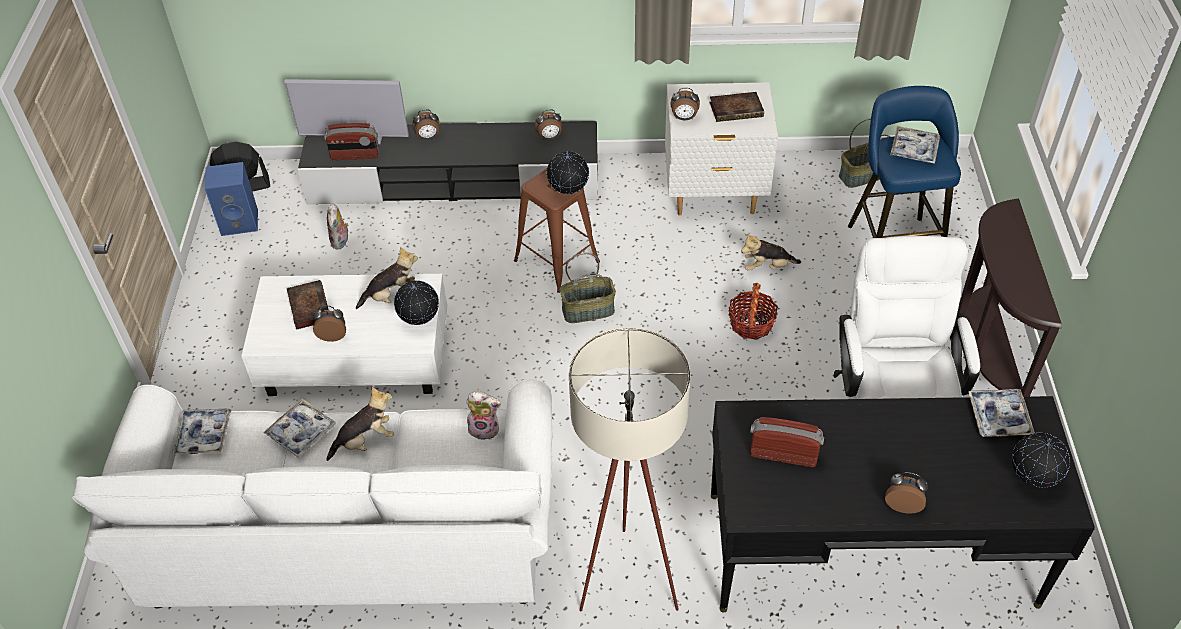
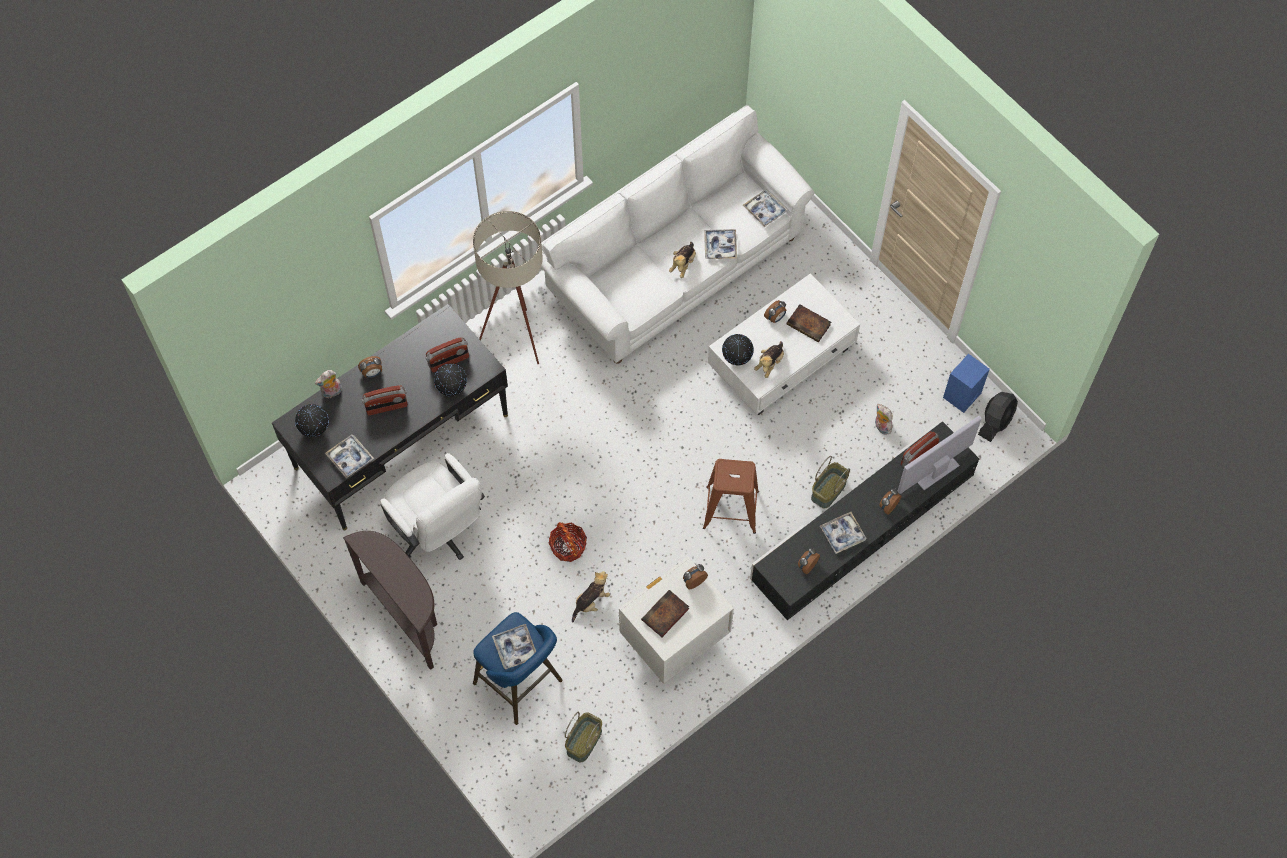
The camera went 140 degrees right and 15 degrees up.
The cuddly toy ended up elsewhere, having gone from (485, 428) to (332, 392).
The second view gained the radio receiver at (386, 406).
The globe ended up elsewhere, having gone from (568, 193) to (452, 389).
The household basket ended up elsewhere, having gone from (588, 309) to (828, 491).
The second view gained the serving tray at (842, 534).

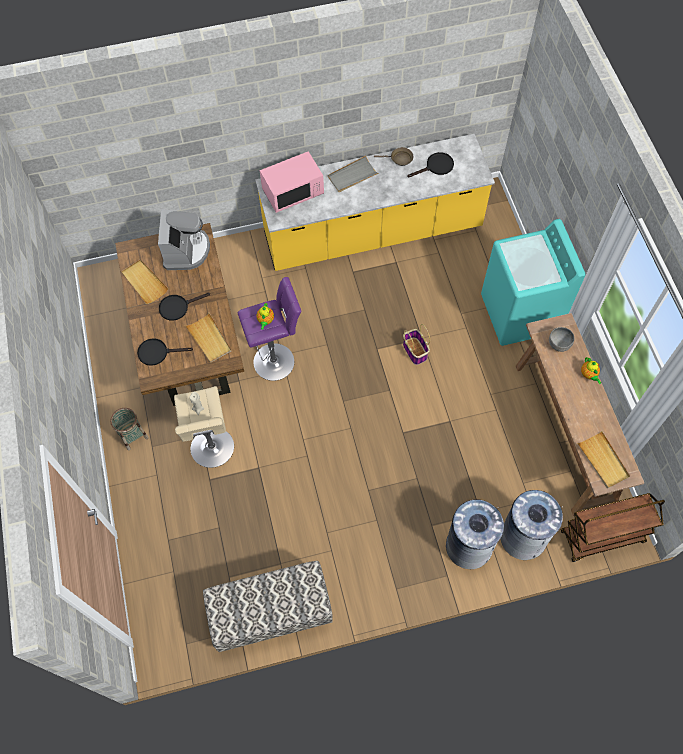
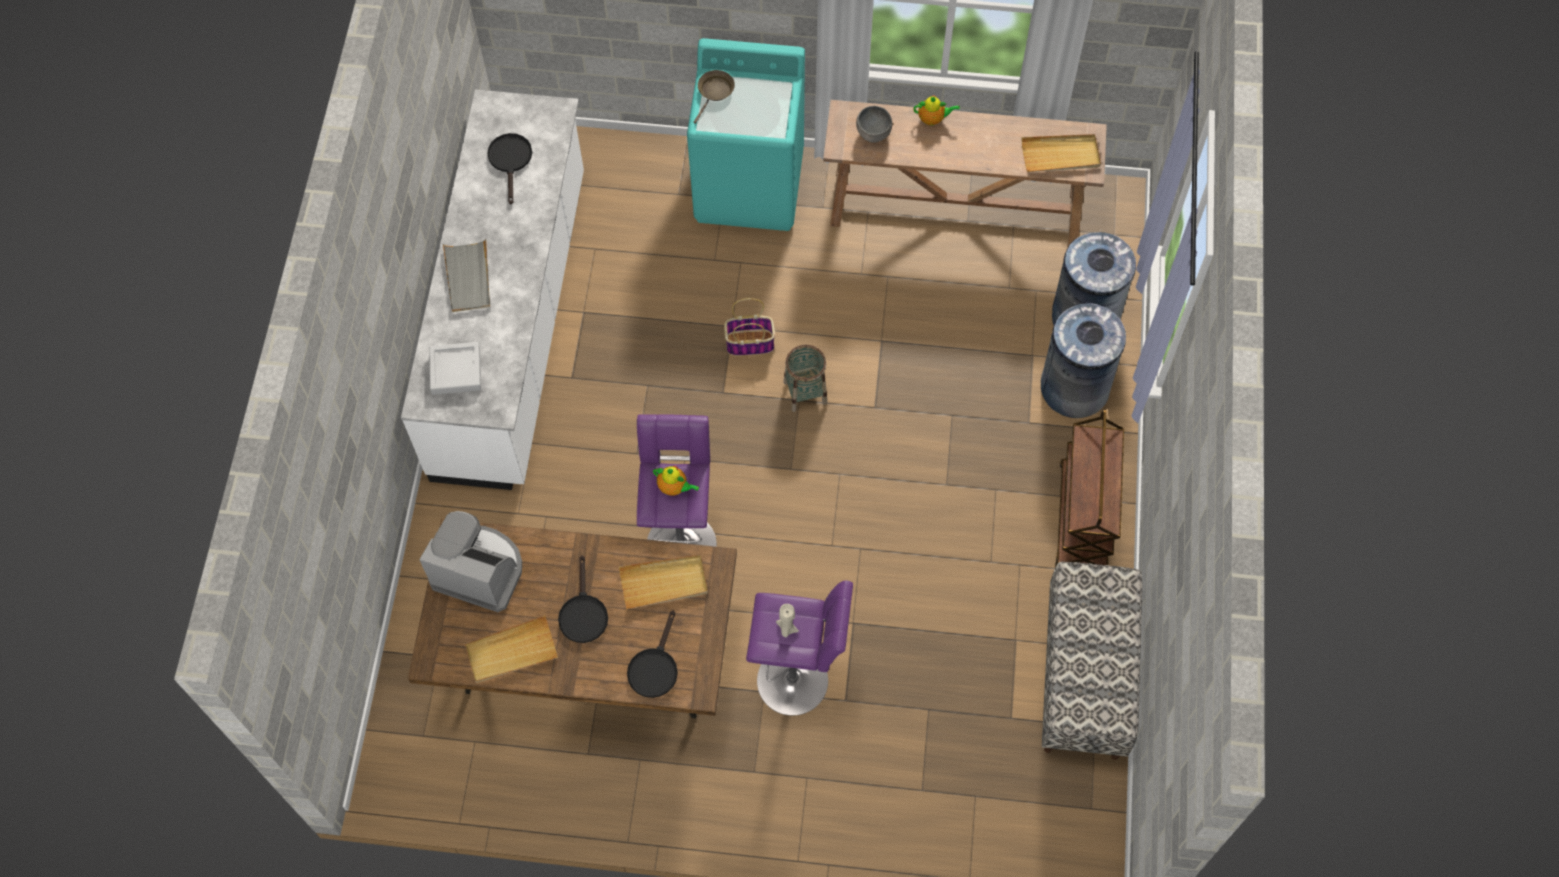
The camera went 70 degrees left and 0 degrees up.
What was the yellow-coloured kitchen base unit at (372, 232) turned into the whitish kitchen base unit at (513, 324).
Where the pink microwave stood at (293, 192), the greyish serving tray came to stand at (456, 371).
The brown-coloured skillet ended up elsewhere, having gone from (399, 159) to (714, 92).
What was the sand-coloured stool at (213, 450) turned into the purple stool at (798, 681).
The household basket ended up elsewhere, having gone from (132, 435) to (805, 392).
The brown-coloured trolley ended up elsewhere, having gone from (601, 537) to (1083, 519).

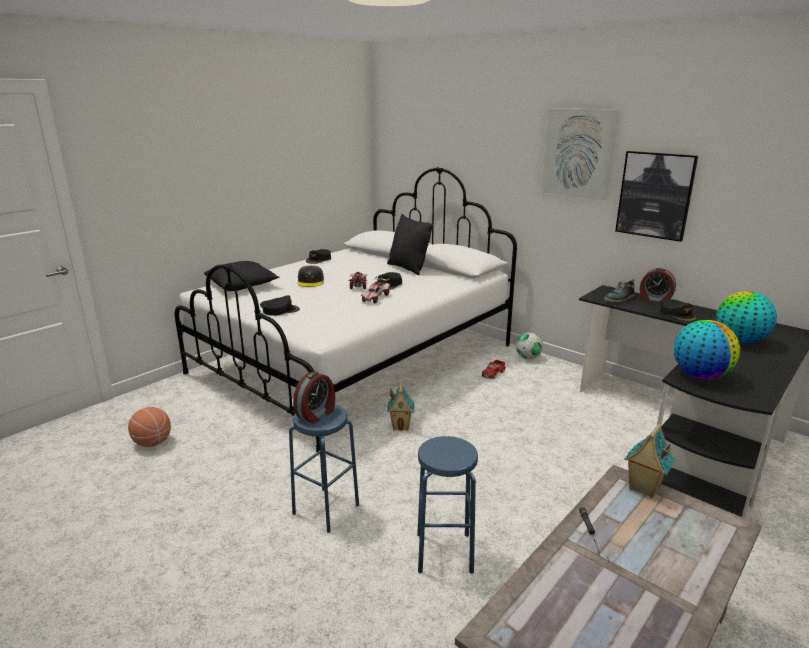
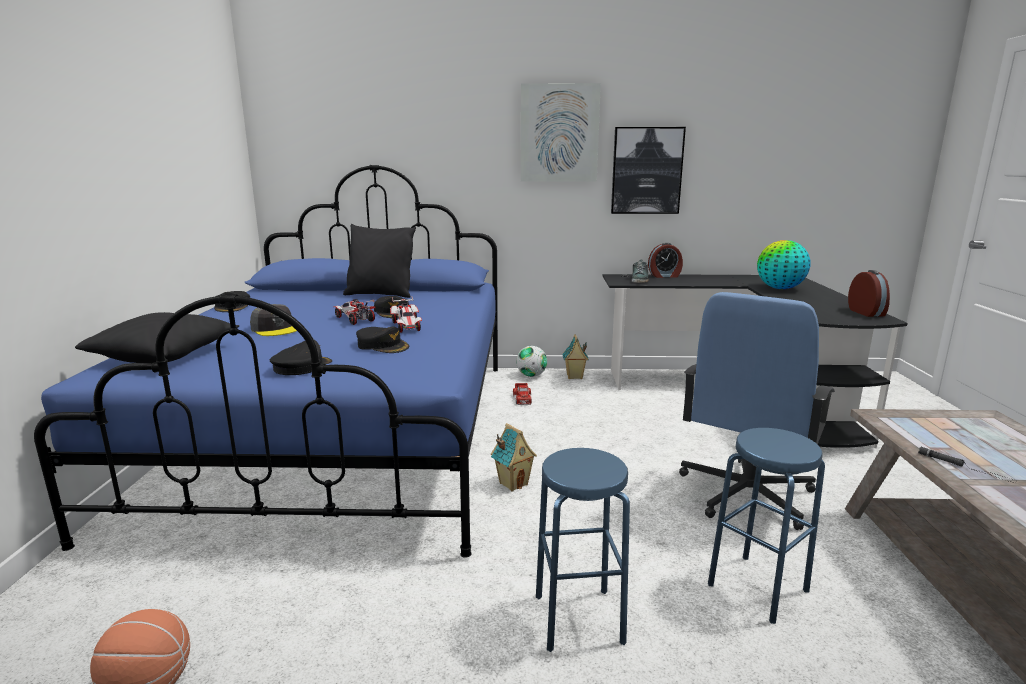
The camera went 40 degrees left and 5 degrees down.
What was the whitish bed at (355, 359) turned into the blue bed at (346, 434).
The black cap ended up elsewhere, having gone from (677, 314) to (383, 346).
The model house ended up elsewhere, having gone from (643, 488) to (574, 377).
The second view gained the blue desk chair at (745, 494).
The bedside clock ended up elsewhere, having gone from (317, 414) to (867, 313).
The second view lost the globe at (700, 375).

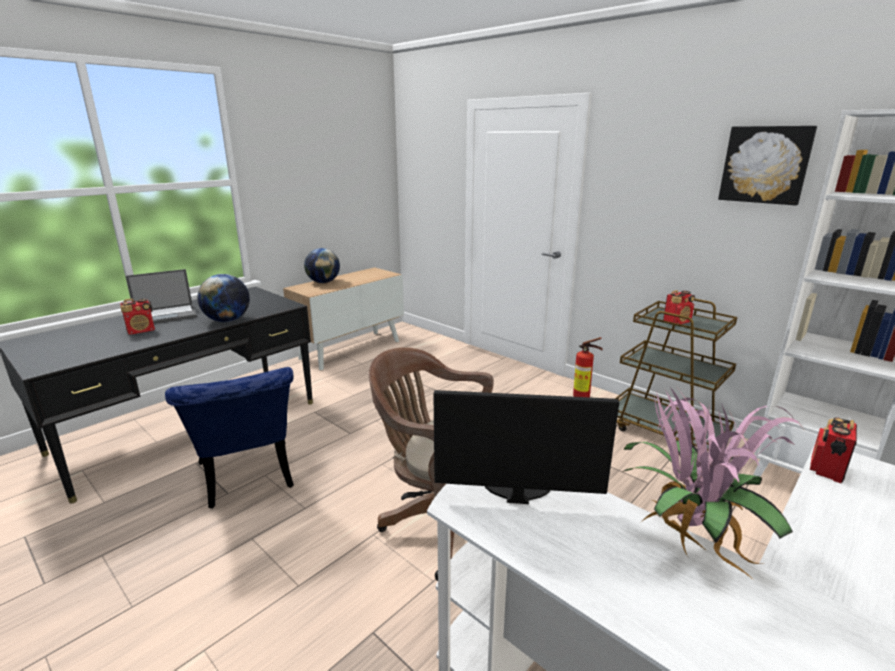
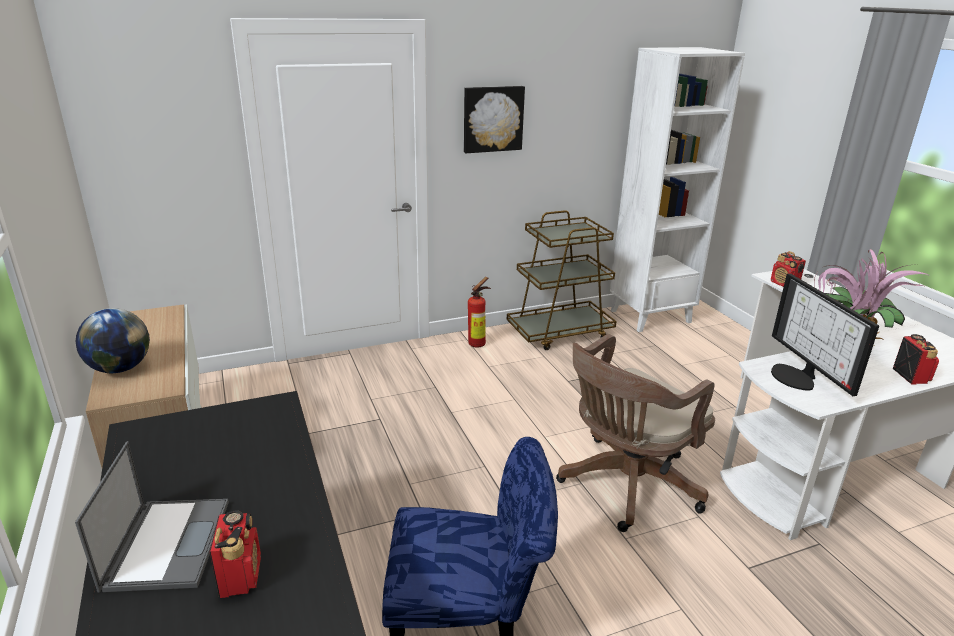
The camera went 65 degrees left and 5 degrees up.
The wall picture ended up elsewhere, having gone from (765, 165) to (492, 119).
The computer screen at (516, 490) ended up facing another way, 45 degrees counterclockwise from before.
The radio receiver ended up elsewhere, having gone from (677, 322) to (910, 376).
The second view lost the globe at (227, 320).

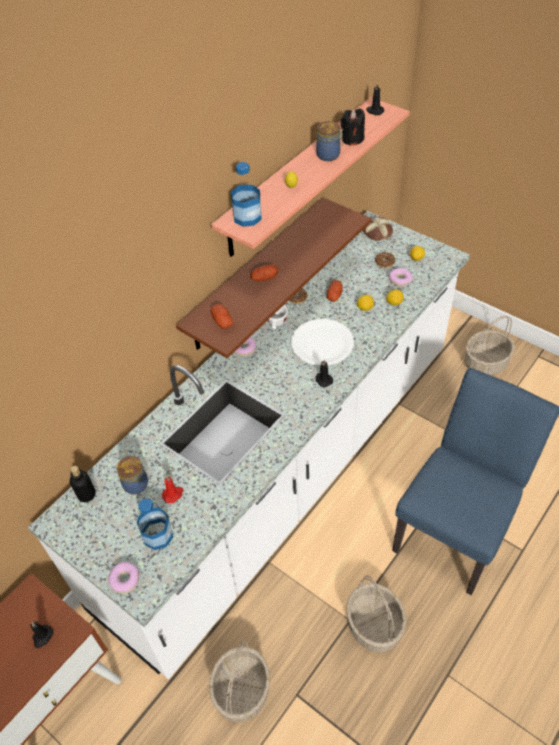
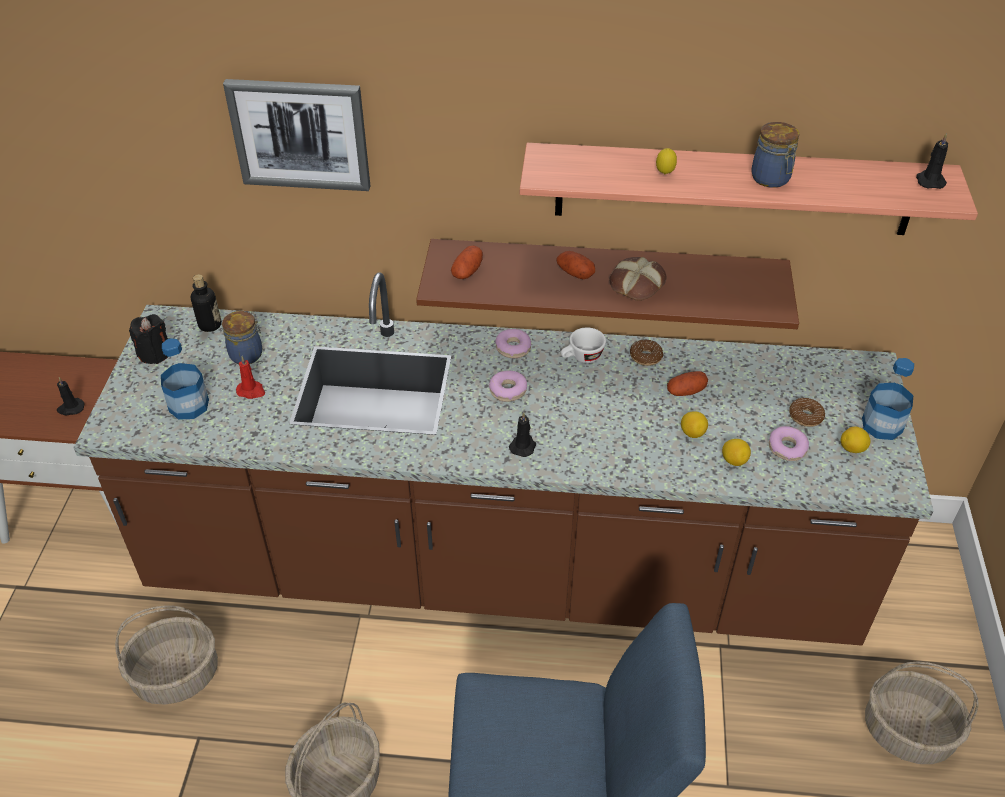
The camera went 55 degrees right and 5 degrees down.
What was the whitish kitchen base unit at (285, 471) turned into the brown-coloured kitchen base unit at (502, 566).
The black wax candle ended up elsewhere, having gone from (352, 139) to (154, 353).
The second view gained the wall picture at (300, 134).
The donut ended up elsewhere, having gone from (125, 579) to (508, 390).
The bakery bread ended up elsewhere, having gone from (377, 232) to (636, 284).
The bottle ended up elsewhere, having gone from (247, 217) to (882, 425).
The second view lost the whitish plate at (322, 343).

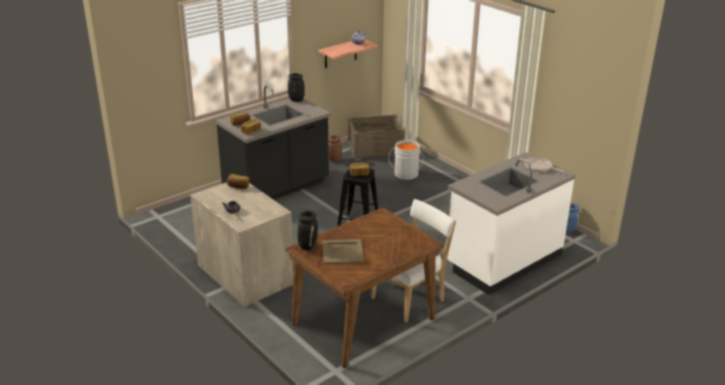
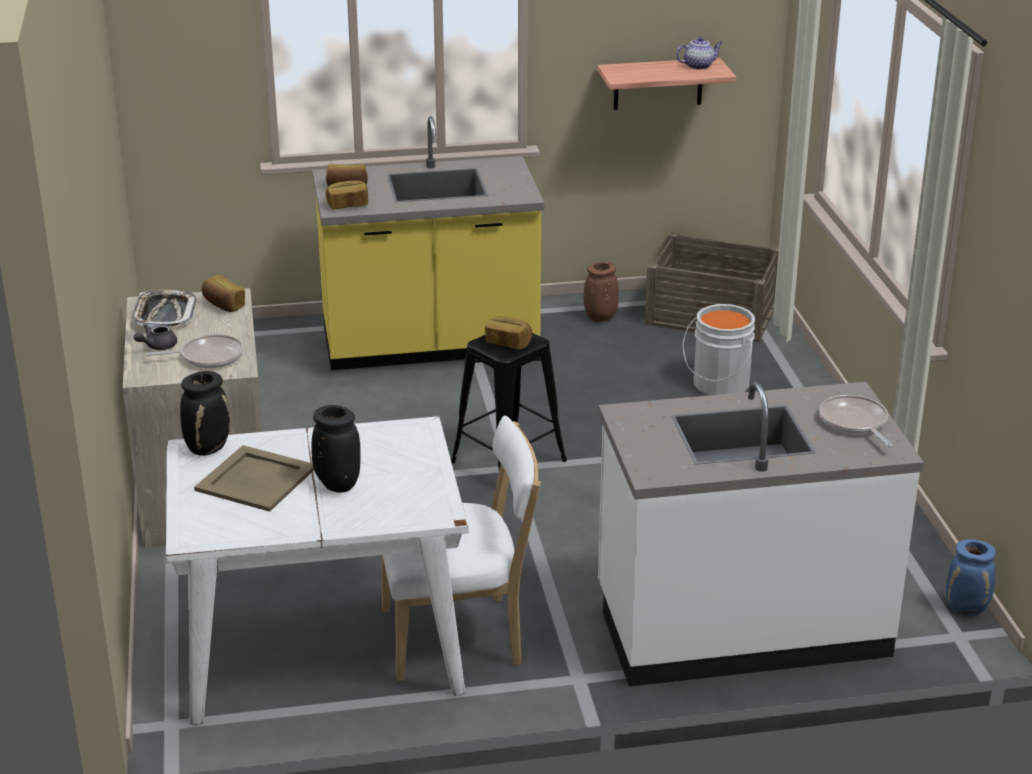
The camera went 30 degrees right and 0 degrees up.
The second view gained the serving tray at (164, 314).
The second view gained the skillet at (208, 357).
What was the brown-coloured dinner table at (364, 320) turned into the whitish dinner table at (324, 648).
The black flower vase ended up elsewhere, having gone from (296, 100) to (336, 485).
What was the black kitchen base unit at (277, 189) turned into the yellow-coloured kitchen base unit at (430, 346).

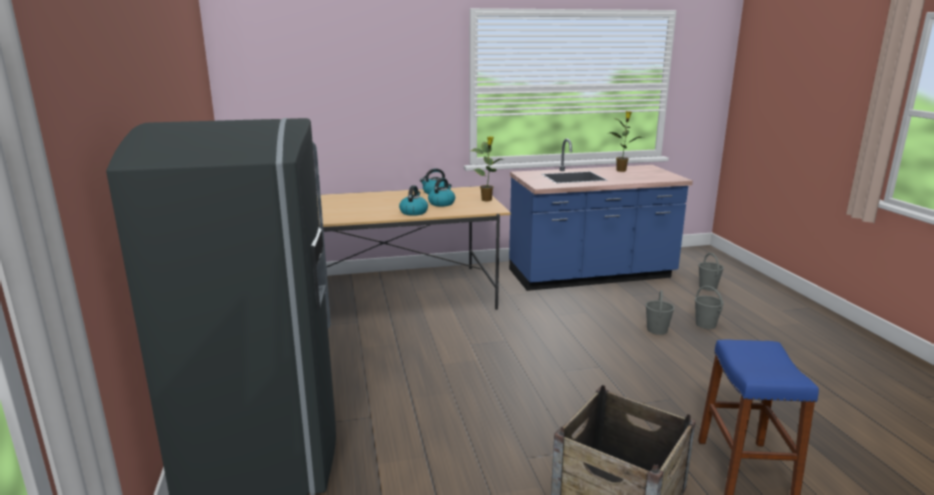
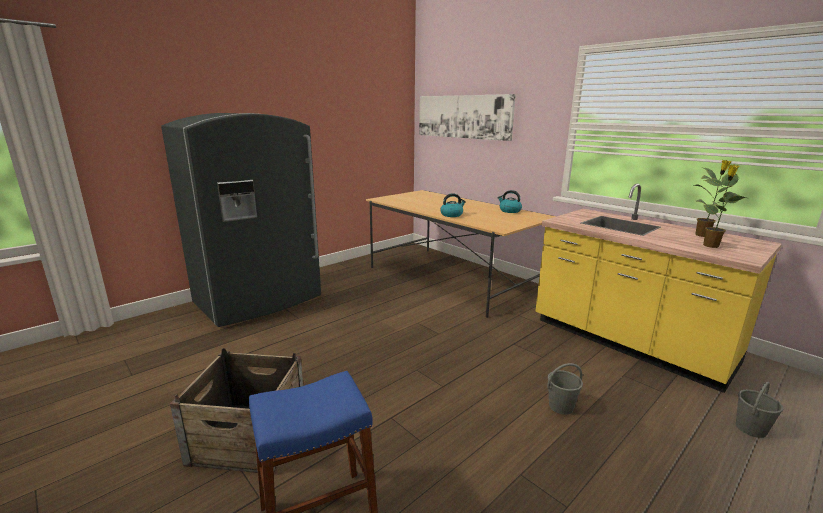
The camera went 60 degrees right and 0 degrees up.
The second view gained the wall picture at (463, 116).
What was the blue kitchen base unit at (591, 275) turned into the yellow-coloured kitchen base unit at (629, 342).
The houseplant ended up elsewhere, having gone from (487, 200) to (711, 246).
The second view lost the tea kettle at (441, 203).
The second view lost the greyish water bucket at (706, 325).

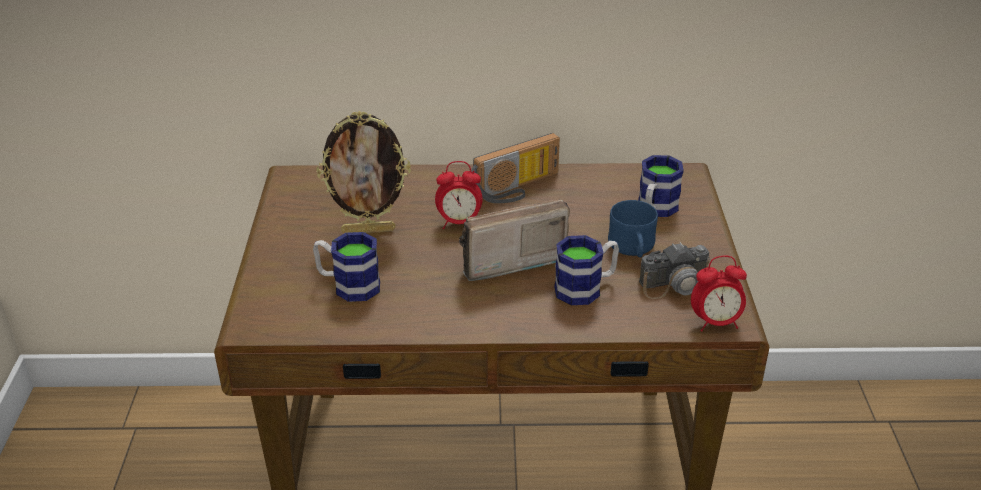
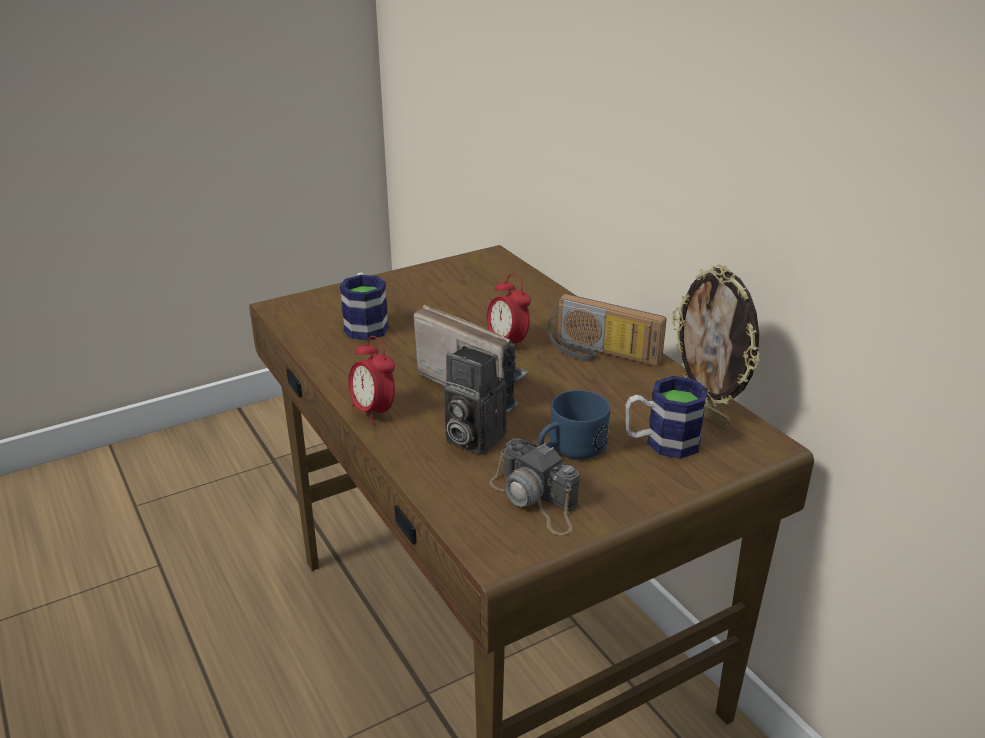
The camera went 60 degrees right and 5 degrees down.
The bedside clock ended up elsewhere, having gone from (715, 323) to (373, 412).
Where the coffee mug stood at (586, 288), the photo camera came to stand at (471, 439).
The standing frame ended up elsewhere, having gone from (369, 230) to (706, 414).

